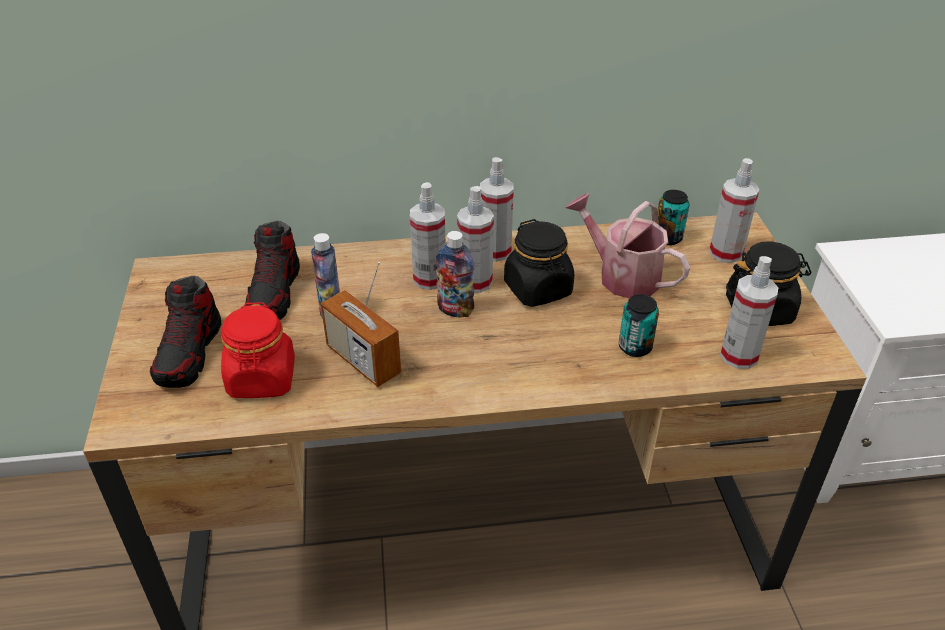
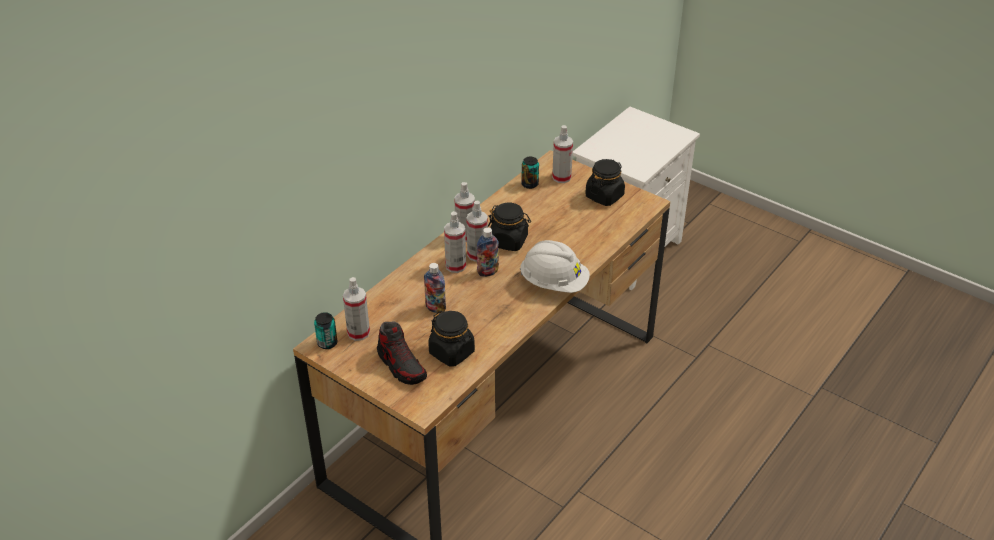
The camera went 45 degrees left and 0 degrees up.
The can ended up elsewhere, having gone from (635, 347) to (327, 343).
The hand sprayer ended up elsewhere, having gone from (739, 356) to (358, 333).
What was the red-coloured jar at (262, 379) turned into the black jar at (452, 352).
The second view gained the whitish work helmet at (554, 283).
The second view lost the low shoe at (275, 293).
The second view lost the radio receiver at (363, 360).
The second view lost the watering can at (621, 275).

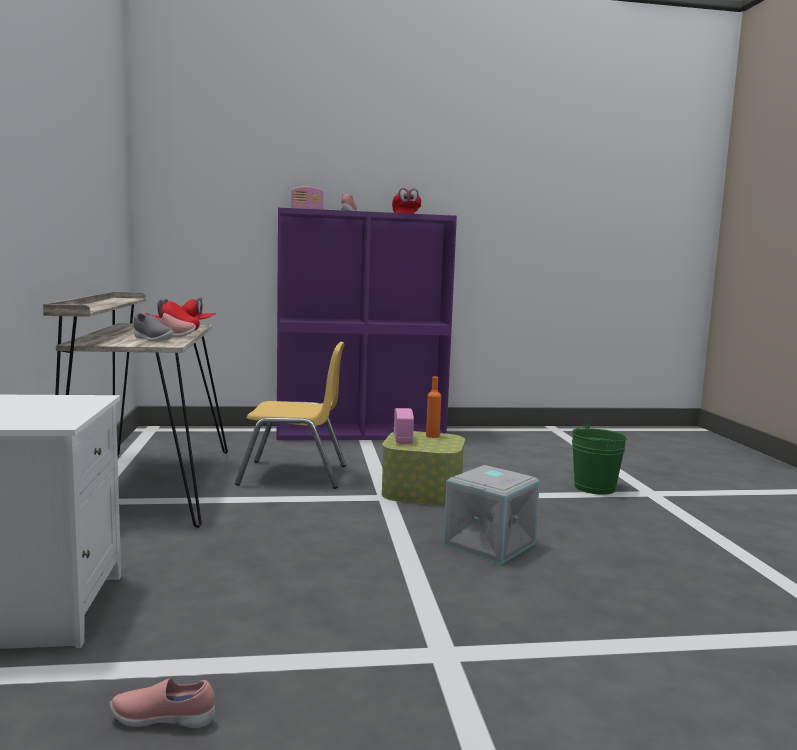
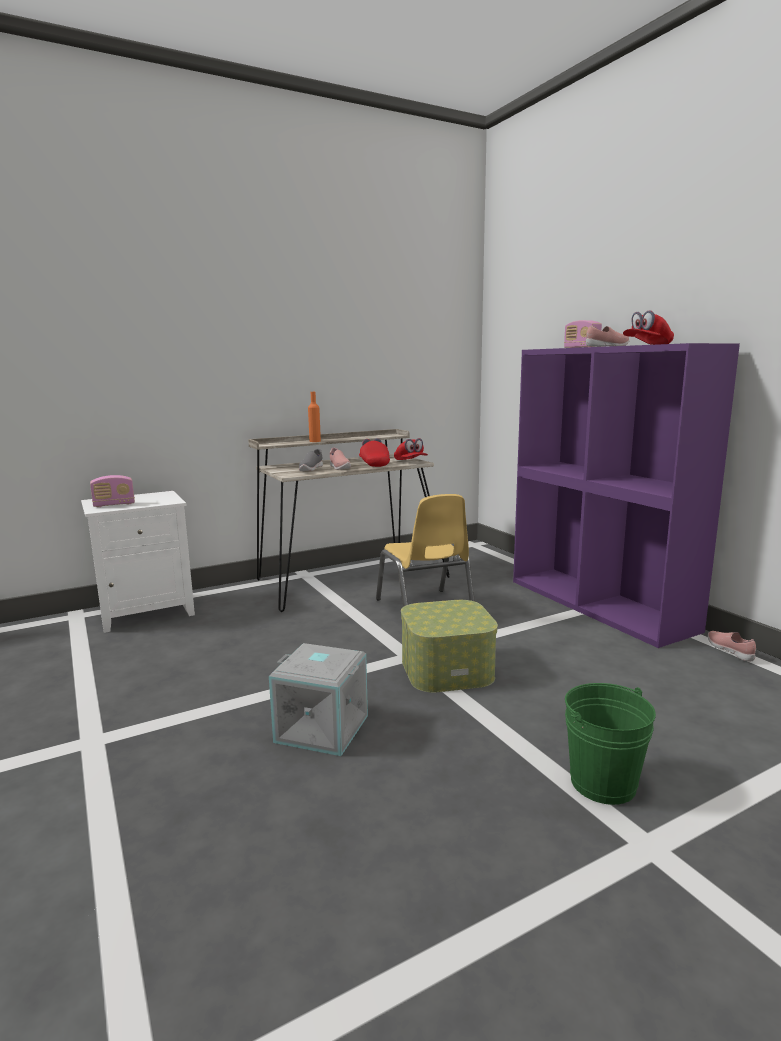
The camera went 70 degrees right and 5 degrees up.
The radio receiver ended up elsewhere, having gone from (403, 439) to (114, 505).
The orange bottle ended up elsewhere, having gone from (432, 436) to (315, 441).
The pink low shoe ended up elsewhere, having gone from (163, 719) to (730, 651).

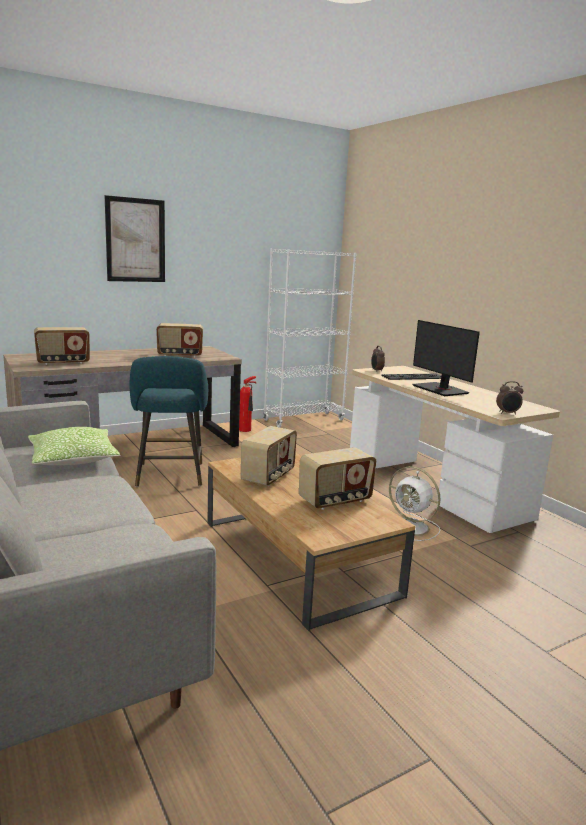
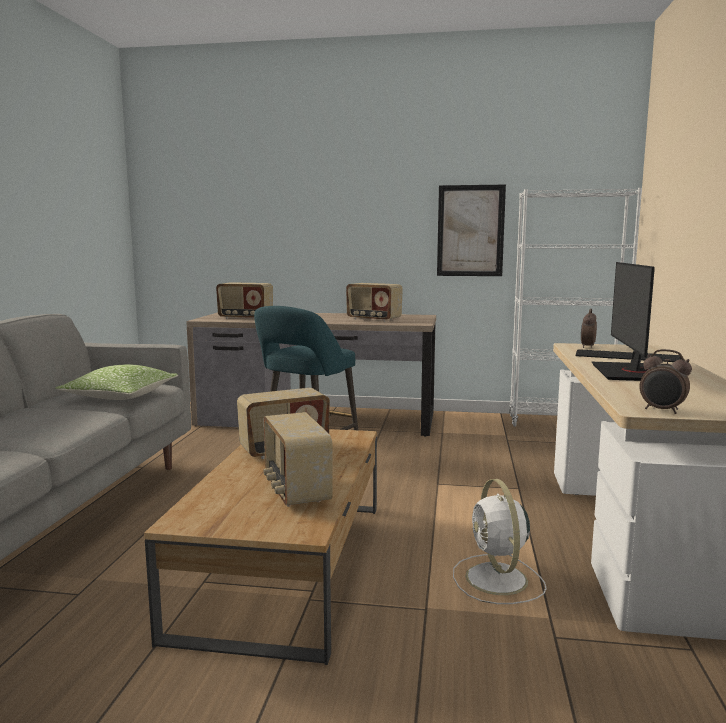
The camera went 40 degrees right and 5 degrees down.
The radio receiver at (335, 501) ended up facing another way, 60 degrees clockwise from before.
The wall picture ended up elsewhere, having gone from (135, 240) to (470, 231).
The second view lost the extinguisher at (246, 430).

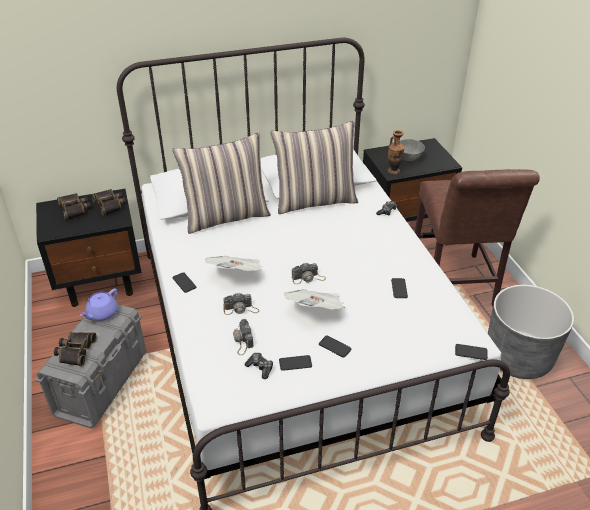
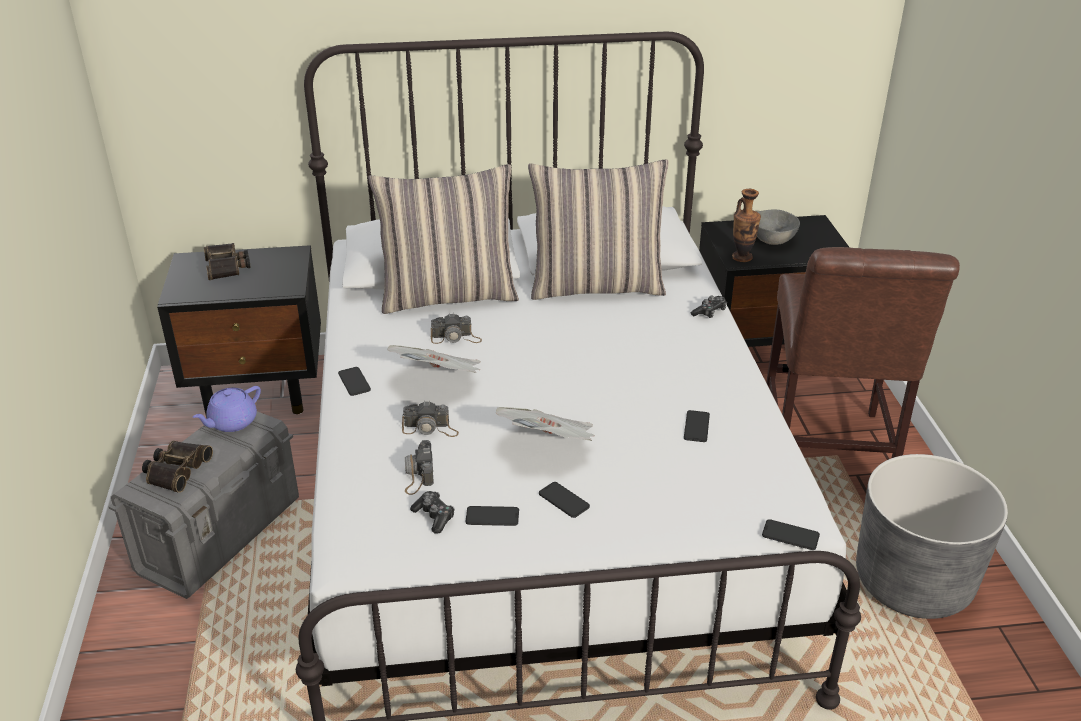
The camera went 10 degrees right and 5 degrees down.
The photo camera ended up elsewhere, having gone from (308, 278) to (456, 338).
The second view lost the field glasses at (110, 205).

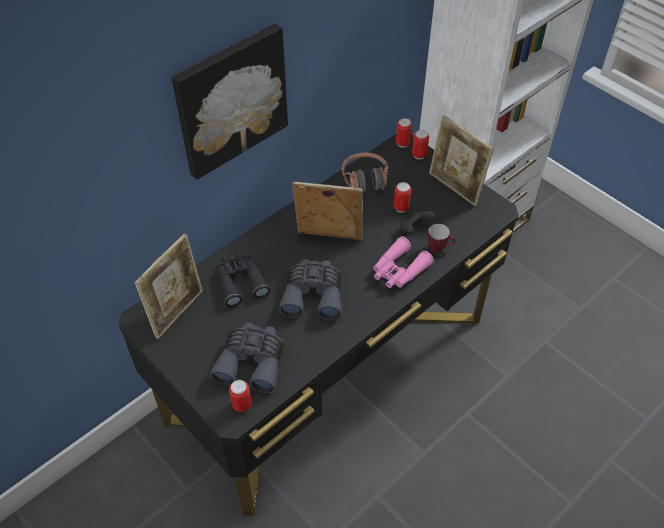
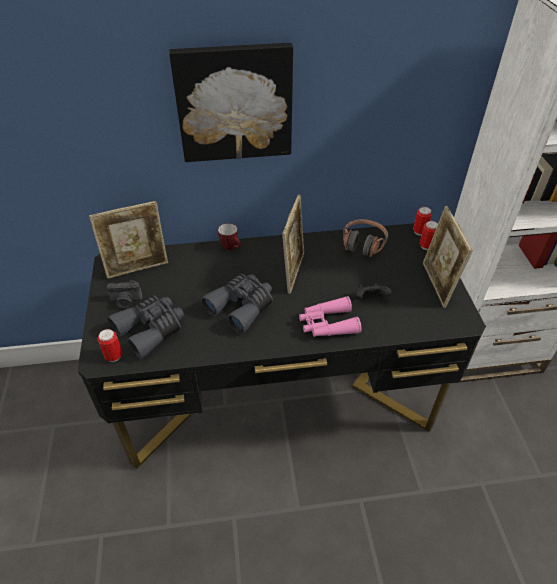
The camera went 35 degrees right and 5 degrees down.
The second view gained the photo camera at (126, 301).
The coffee mug ended up elsewhere, having gone from (439, 248) to (231, 248).
The standing frame at (328, 238) ended up facing another way, 60 degrees clockwise from before.
The second view lost the black field glasses at (240, 281).
The second view lost the can at (401, 208).

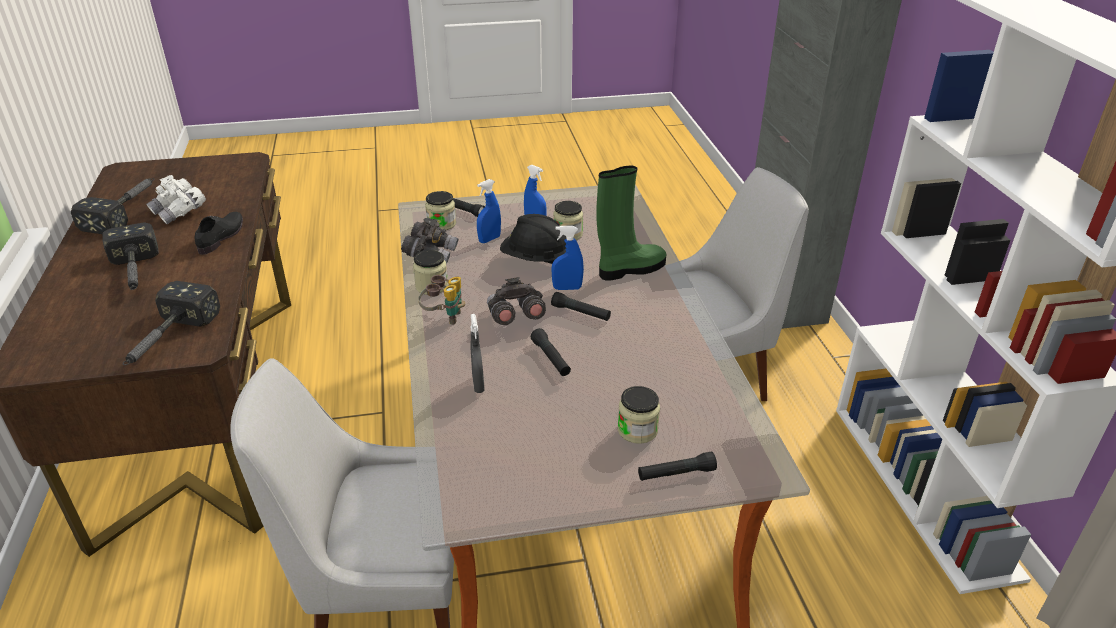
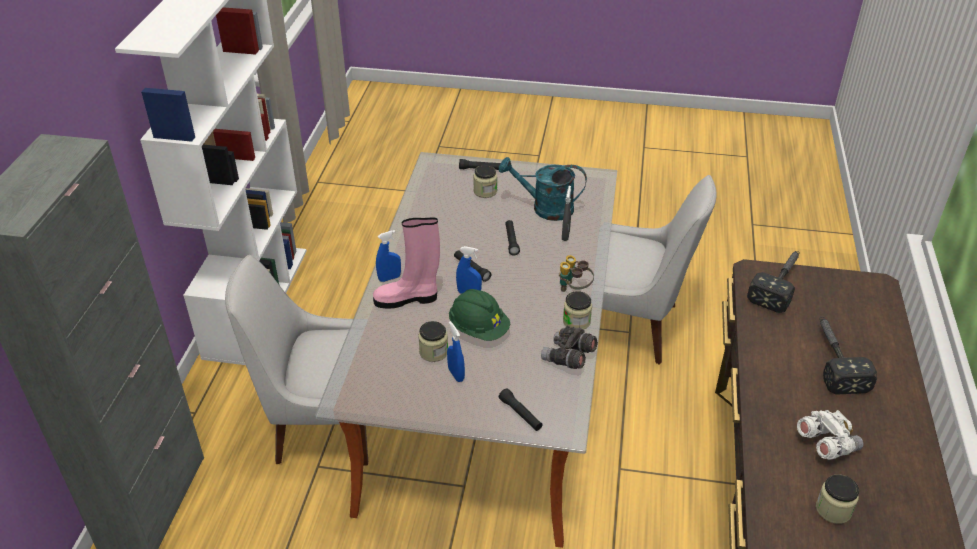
The camera went 160 degrees left and 5 degrees up.
What was the green high-top boot at (630, 269) turned into the pink high-top boot at (407, 299).
The blue hand sprayer ended up elsewhere, having gone from (489, 239) to (389, 278).
What was the black work helmet at (535, 259) turned into the green work helmet at (479, 329).
The second view gained the blue-green watering can at (545, 208).
The jar ended up elsewhere, having gone from (441, 224) to (833, 509).
The second view lost the tool hammer at (127, 211).
The second view lost the black low shoe at (222, 236).
The second view lost the greyish field glasses at (514, 318).

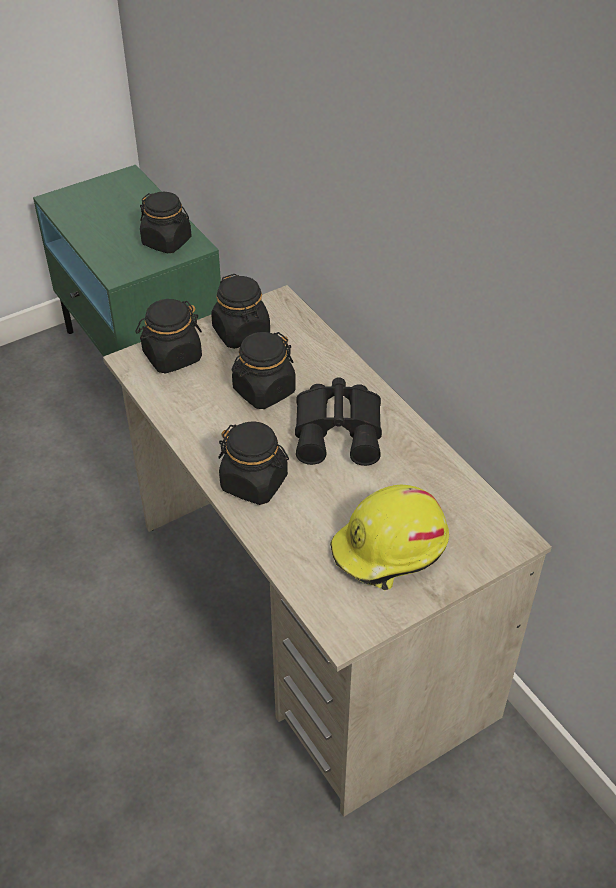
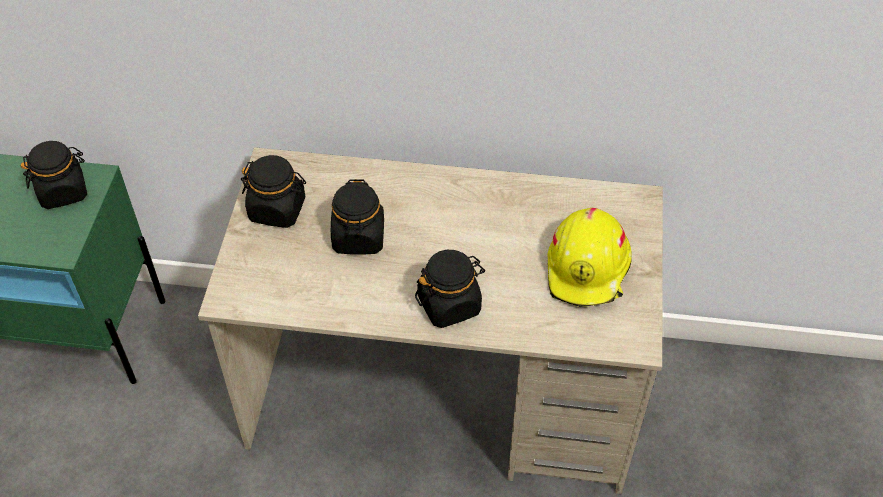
The camera went 50 degrees left and 5 degrees up.
The second view lost the black jar at (172, 357).
The second view lost the black field glasses at (340, 430).

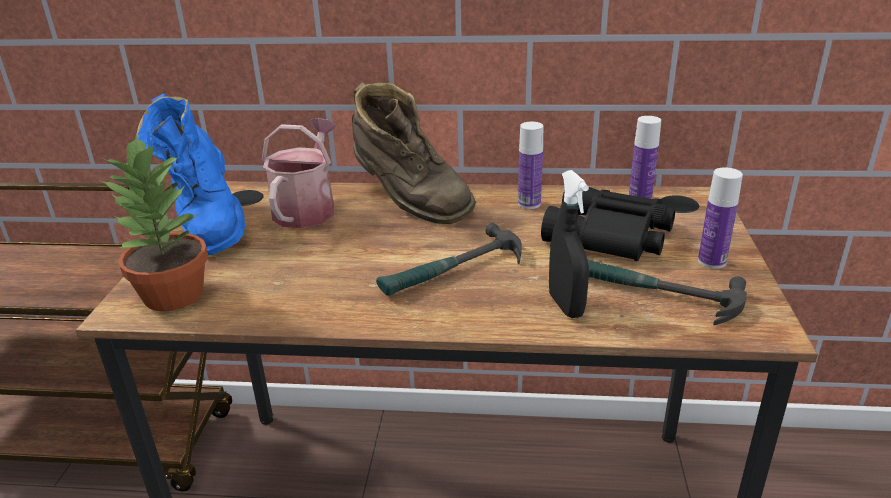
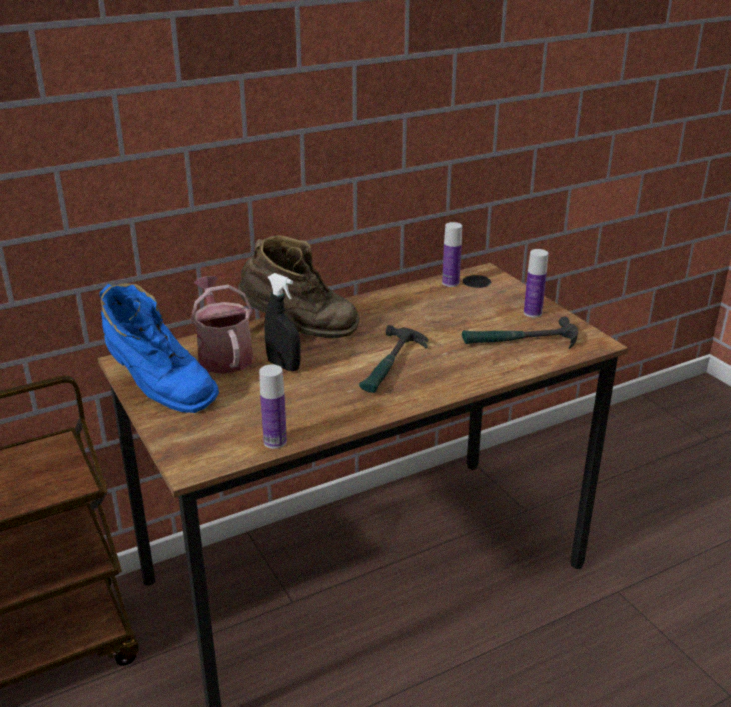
The camera went 35 degrees left and 0 degrees up.
The bottle ended up elsewhere, having gone from (529, 204) to (275, 442).
The black hand sprayer ended up elsewhere, having gone from (566, 306) to (283, 365).
The second view lost the houseplant at (173, 296).
The second view lost the black field glasses at (610, 237).

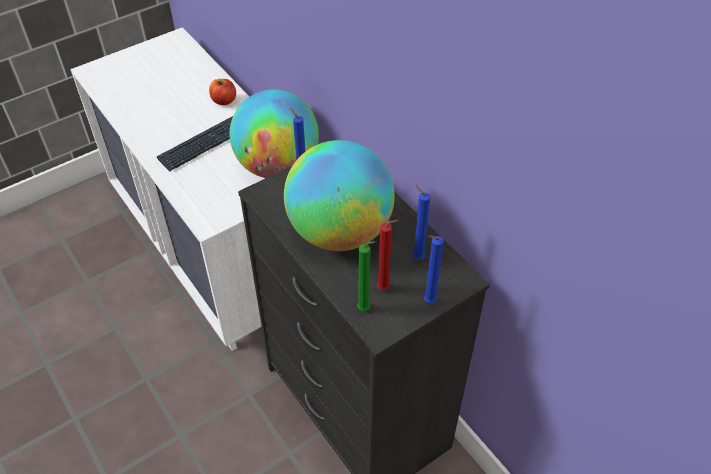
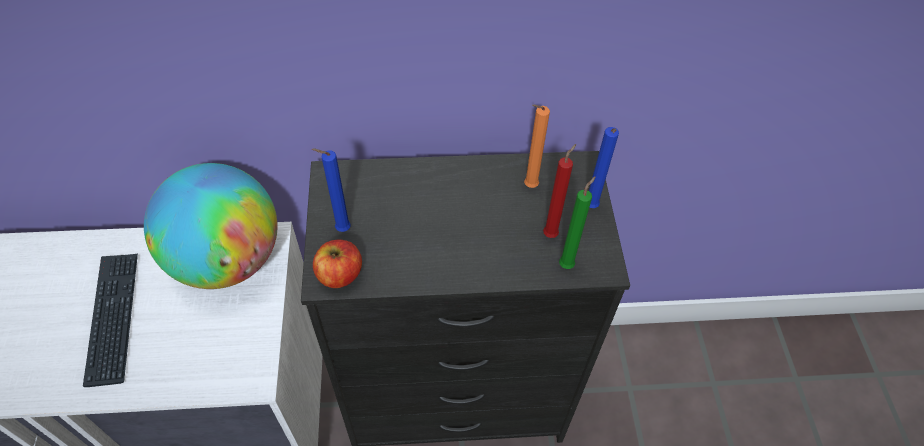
The camera went 60 degrees left and 5 degrees up.
The whole apple ended up elsewhere, having gone from (224, 100) to (339, 274).
What was the blue wax candle at (416, 257) turned into the orange wax candle at (528, 186).
The second view lost the globe at (339, 231).

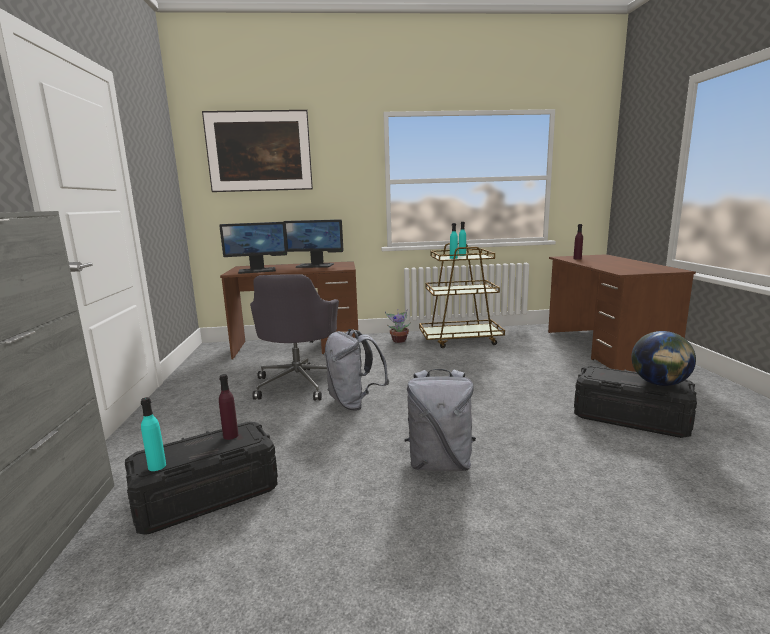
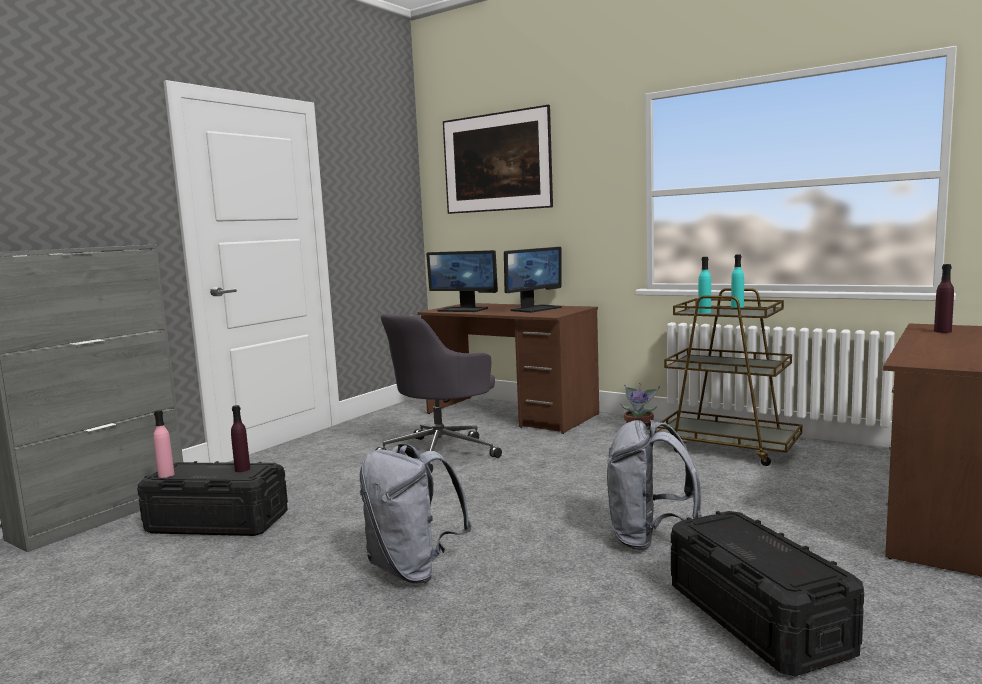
The camera went 40 degrees right and 5 degrees down.
What was the blue-green bottle at (157, 466) turned into the pink bottle at (166, 475).
The computer screen at (315, 265) ended up facing another way, 90 degrees counterclockwise from before.
The greyish backpack ended up elsewhere, having gone from (354, 403) to (648, 539).
The second view lost the globe at (659, 383).

